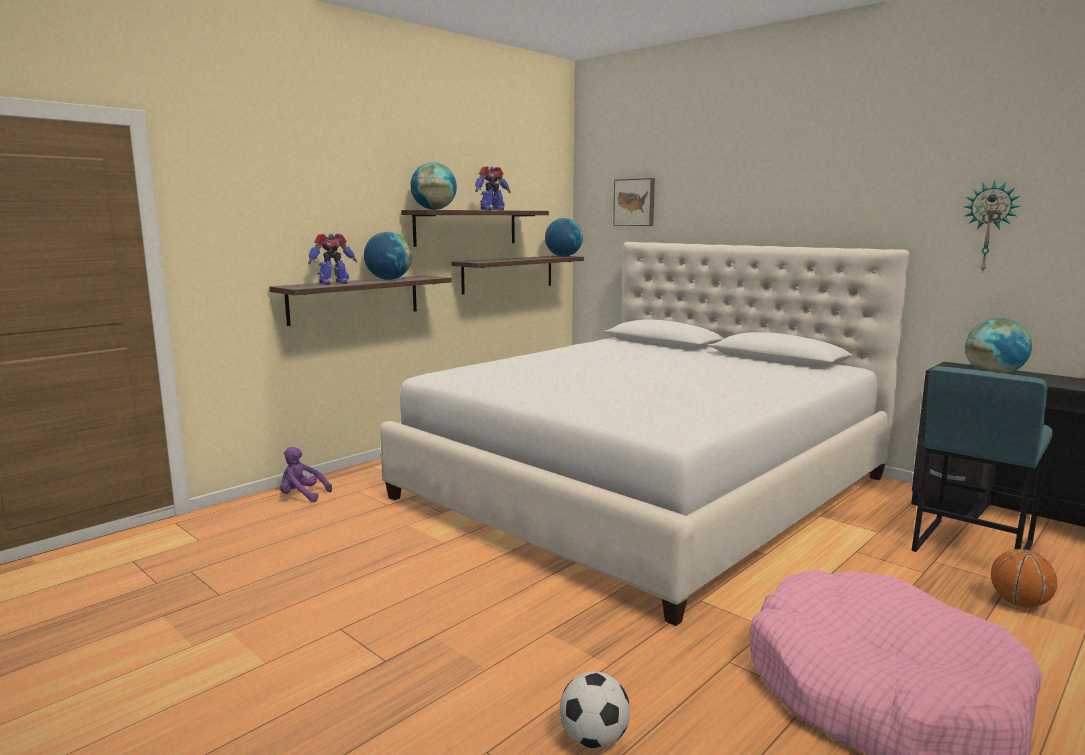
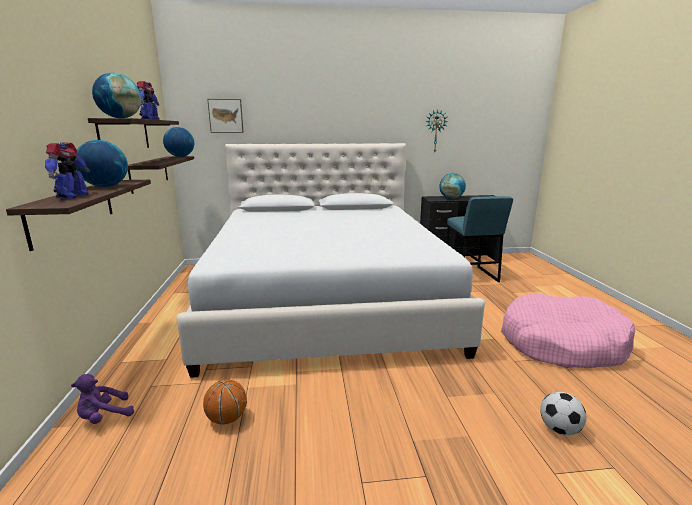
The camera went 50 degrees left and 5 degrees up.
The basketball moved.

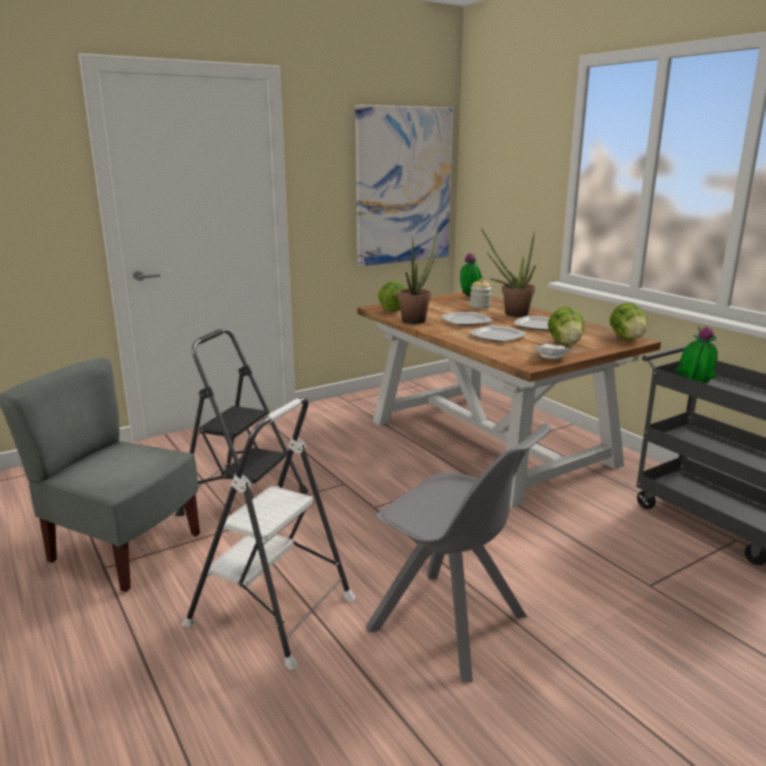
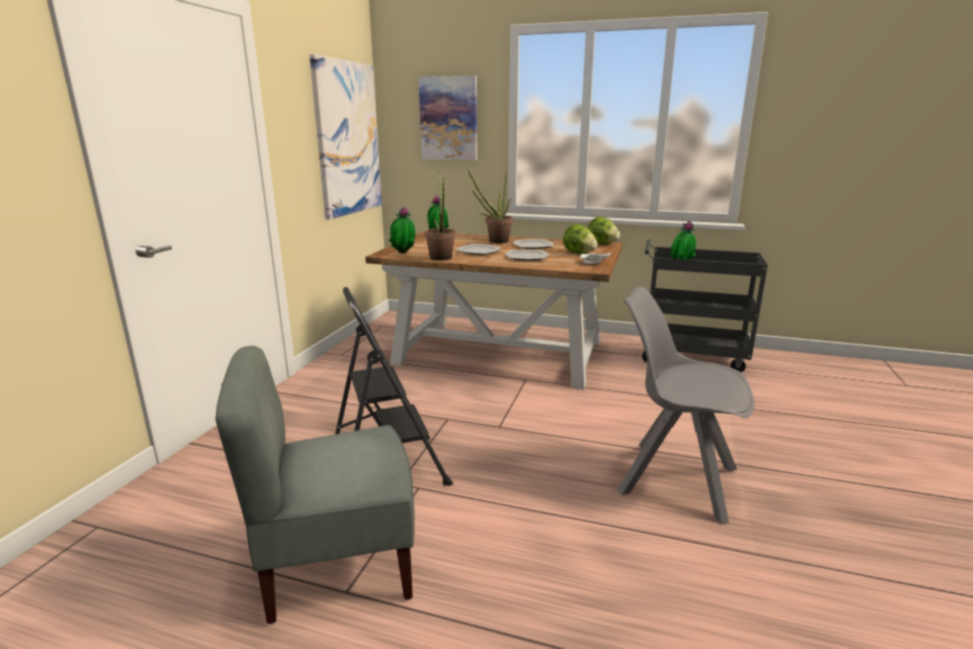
The camera went 40 degrees left and 0 degrees up.
The lettuce (no. 1 from left) was replaced by the potted plant (no. 1 from left).
The picture (no. 2 from left) appeared.
The chair/grey (no. 2 from left) turned 150 degrees counterclockwise.
The step ladder/white disappeared.
The jar disappeared.

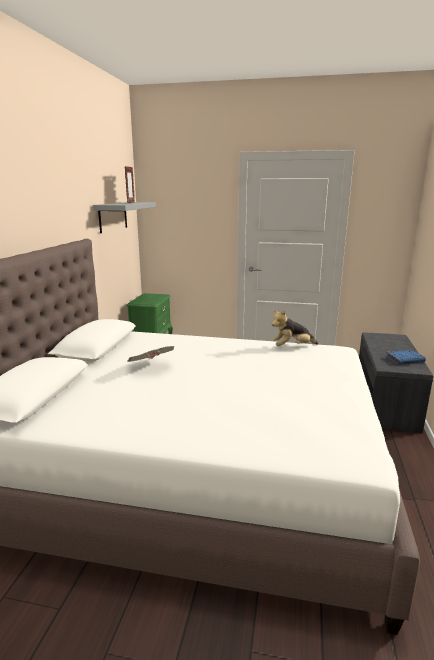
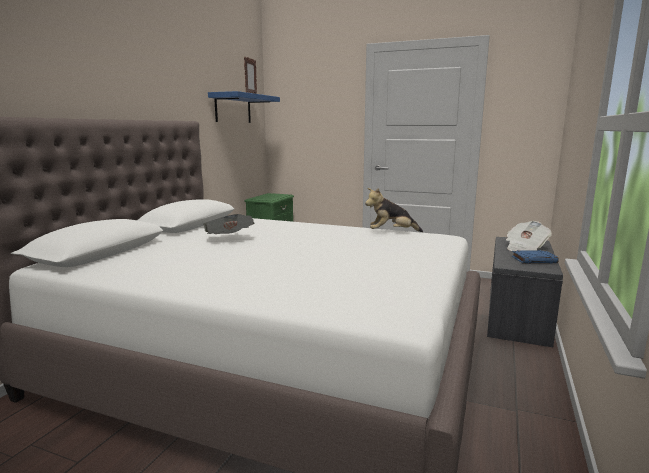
The camera went 10 degrees right and 5 degrees down.
The shelf/grey became the shelf/blue.
The newspaper (no. 2 from left) appeared.

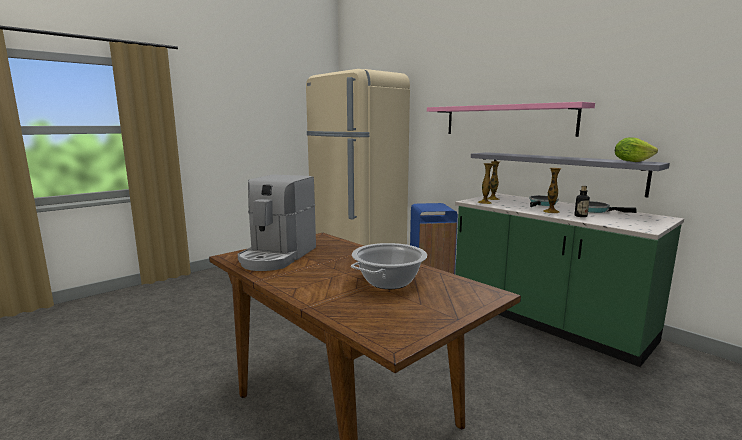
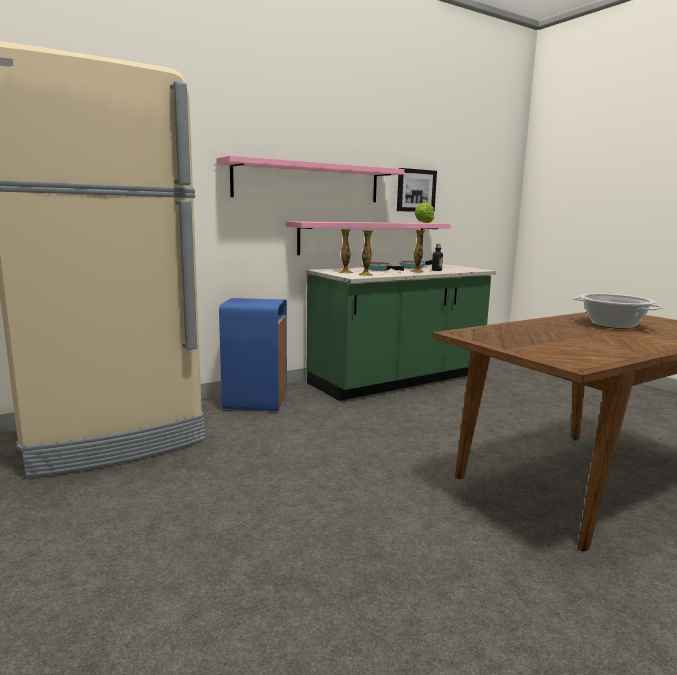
The camera went 80 degrees left and 0 degrees up.
The shelf/grey became the shelf/pink (no. 2 from left).
The picture appeared.
The coffee machine disappeared.

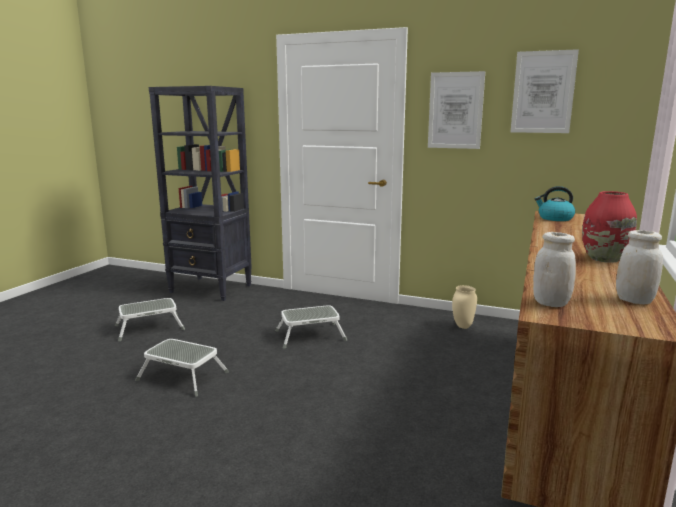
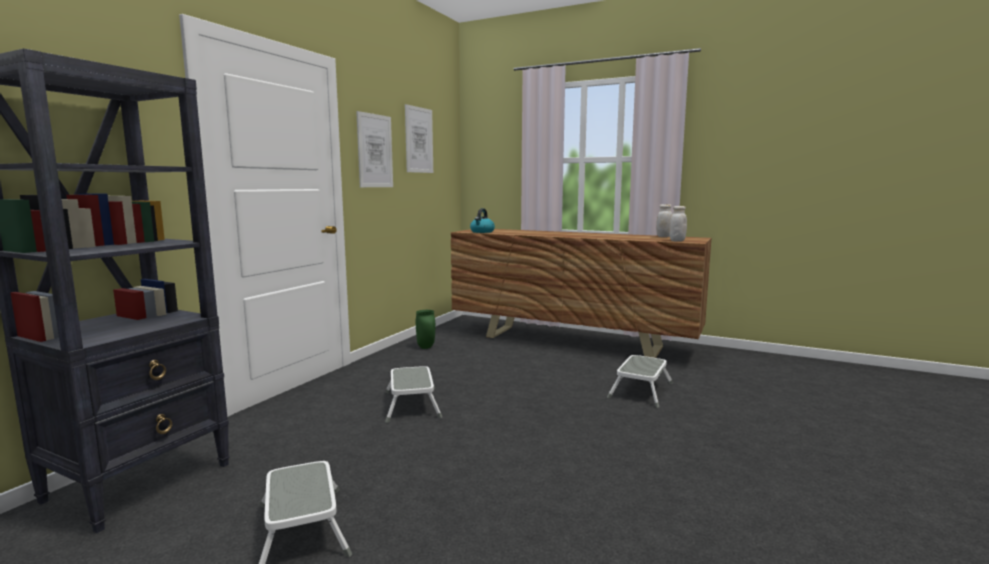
The camera went 85 degrees left and 5 degrees down.
The vase/beige became the vase/green.
The step ladder/grey (no. 2 from left in the first image) moved.
The vase/red disappeared.

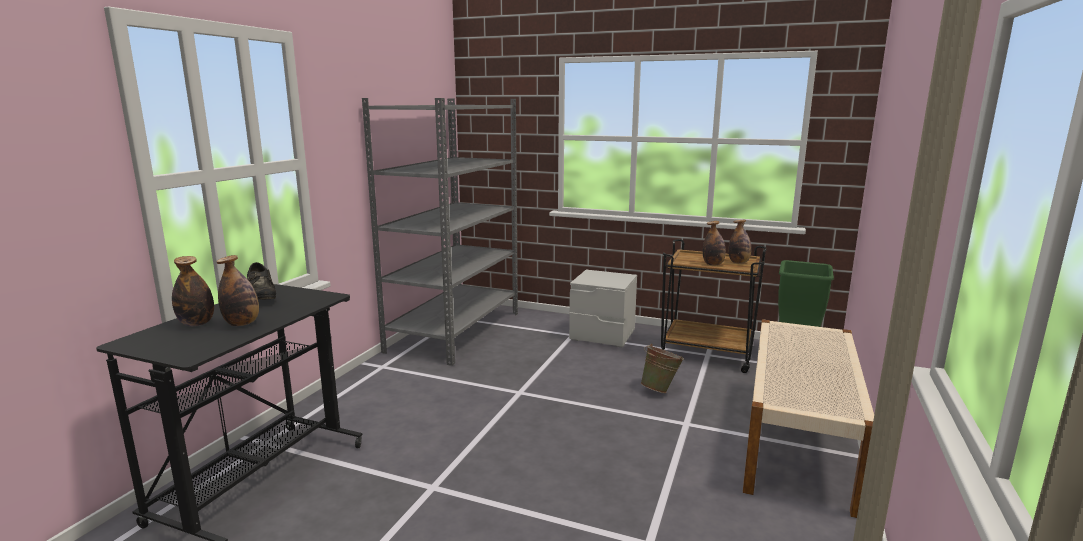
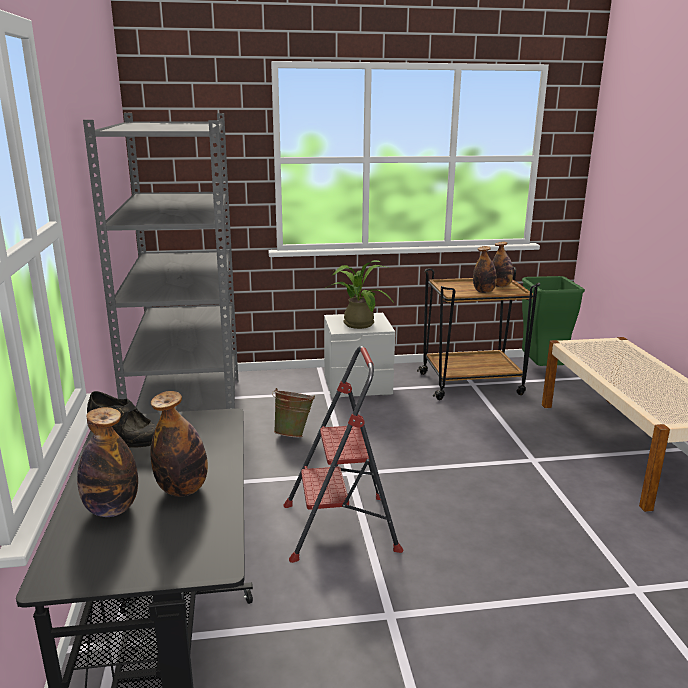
The camera went 30 degrees left and 5 degrees up.
The bucket/green moved.
The step ladder/red appeared.
The potted plant appeared.

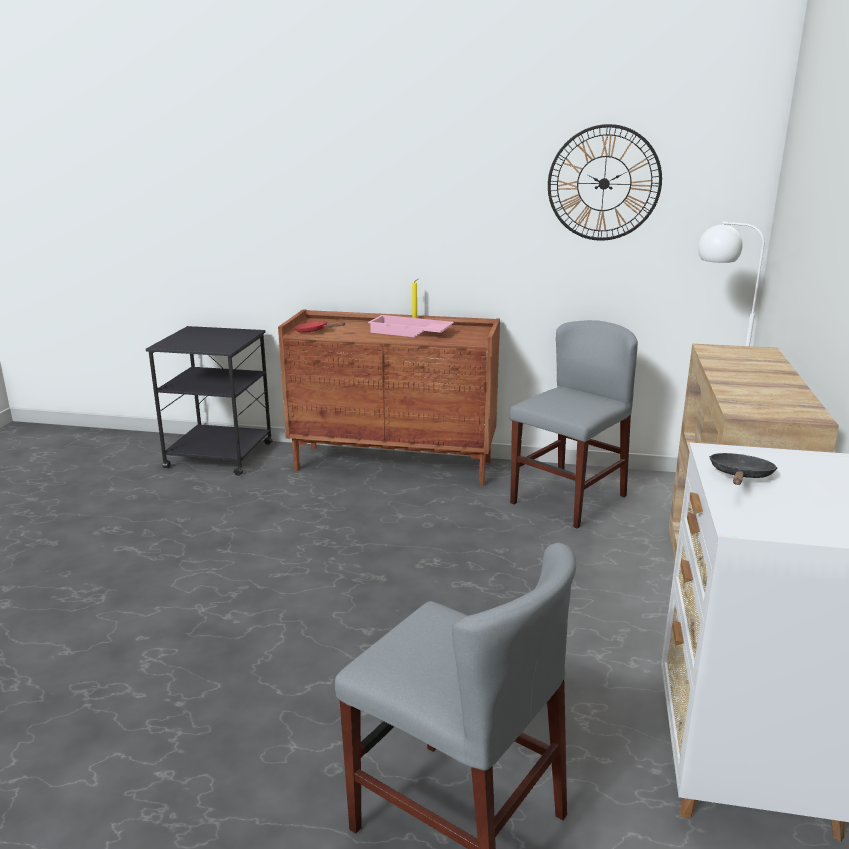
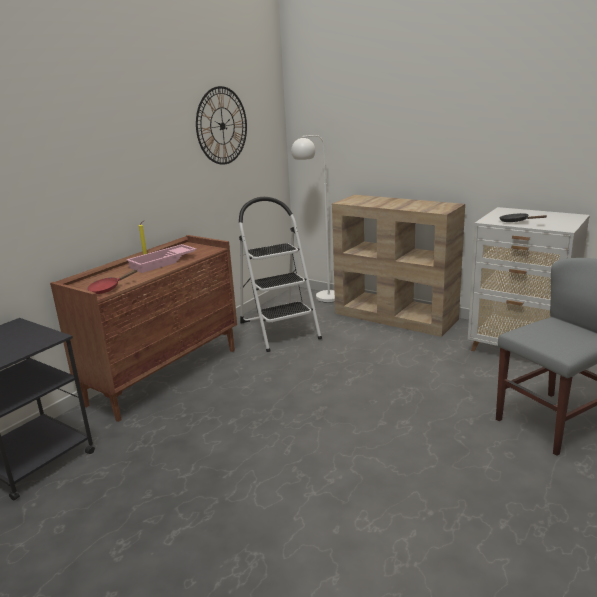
The camera went 65 degrees left and 0 degrees up.
The chair/grey (no. 2 from left) was replaced by the step ladder.

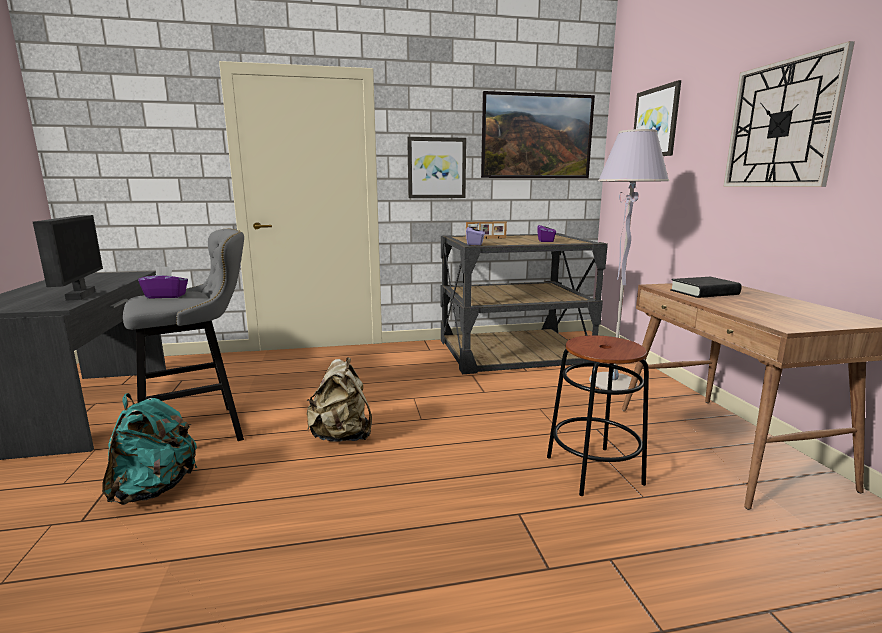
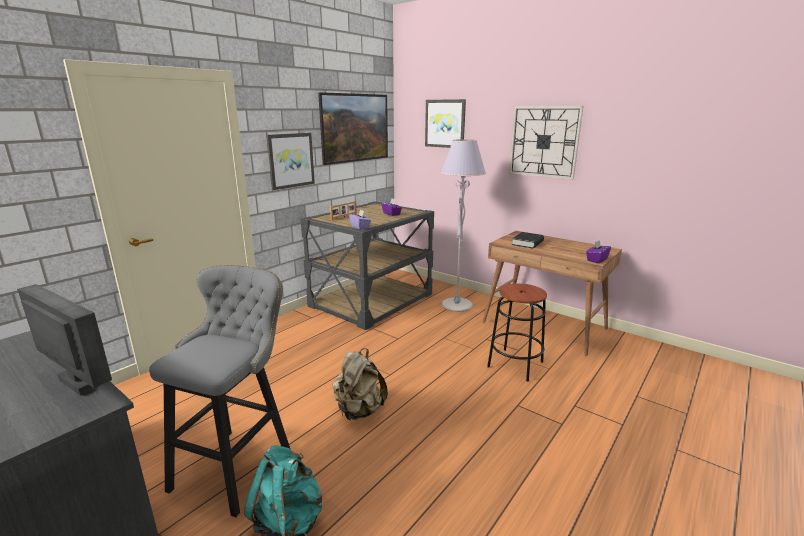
The camera went 40 degrees left and 5 degrees up.
The tissue box/purple (no. 1 from left in the first image) moved.

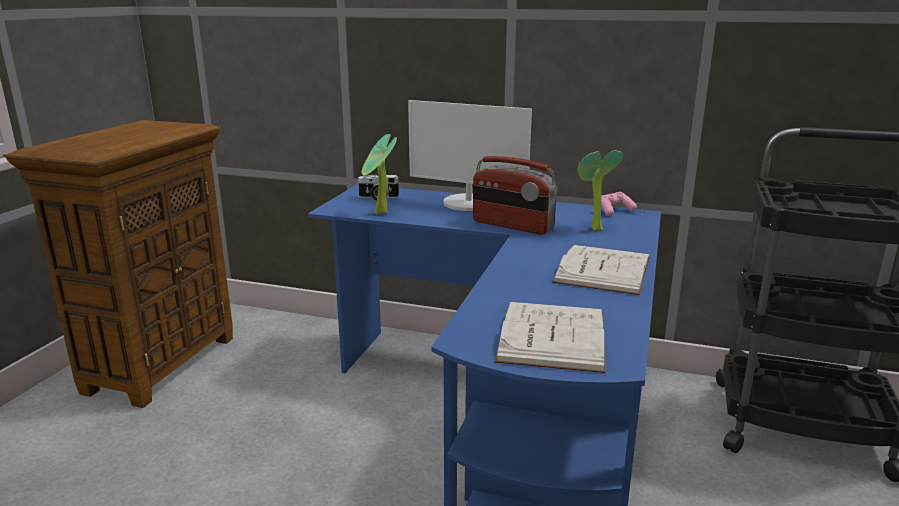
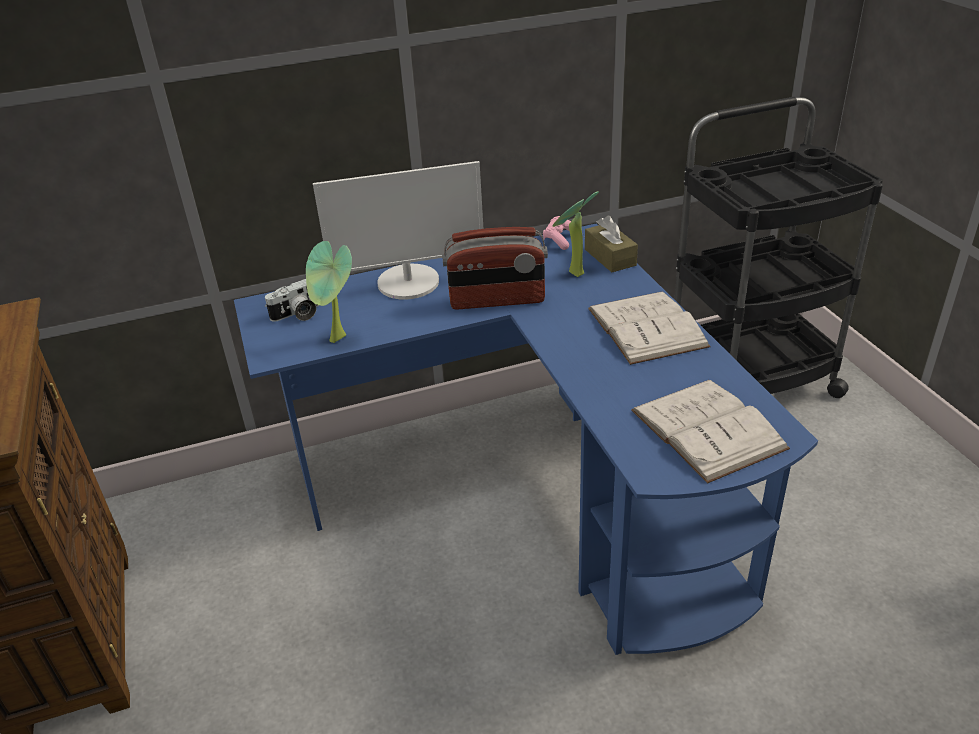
The camera went 35 degrees left and 15 degrees up.
The tissue box/brown appeared.

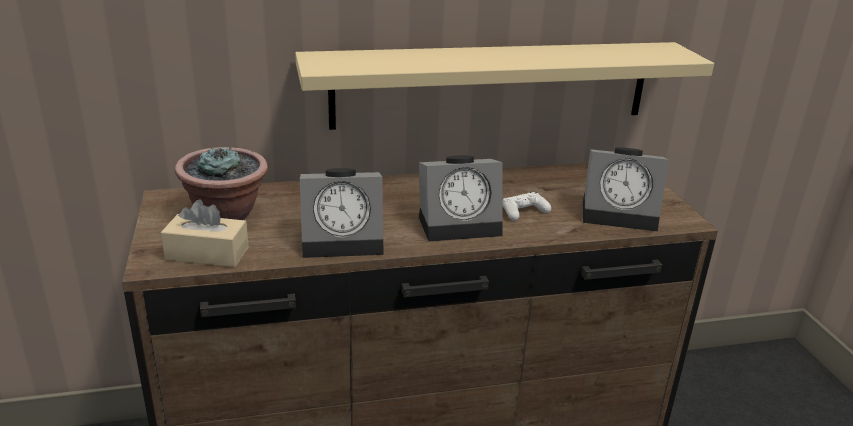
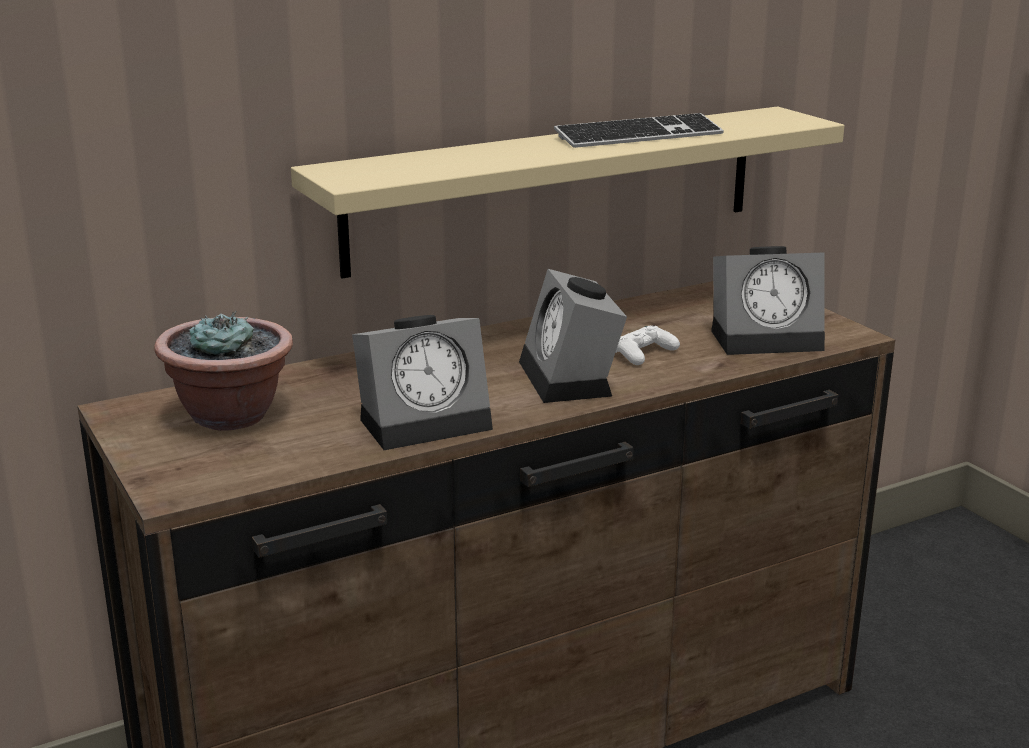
The camera went 15 degrees left and 5 degrees down.
The alarm clock (no. 2 from left) turned 105 degrees clockwise.
The keyboard appeared.
The tissue box/beige disappeared.

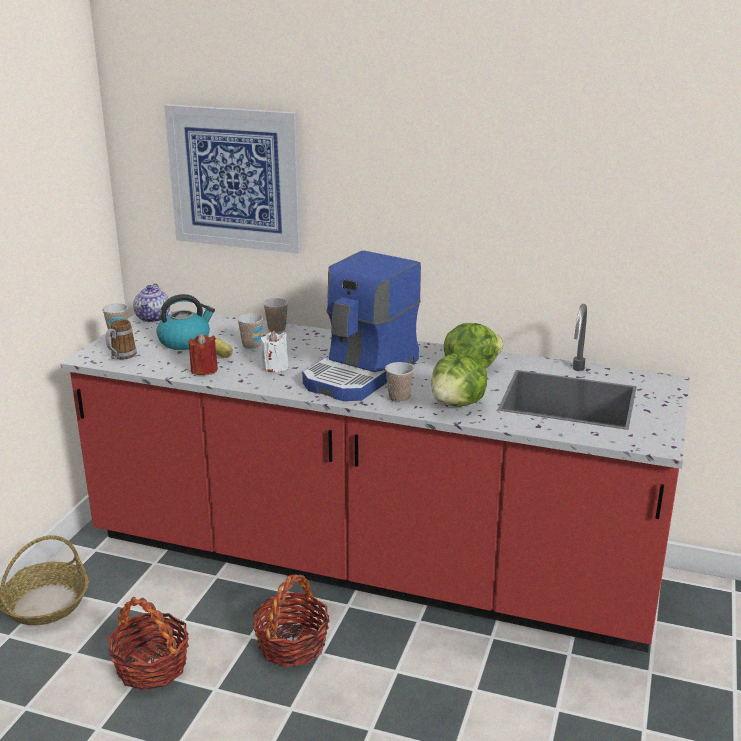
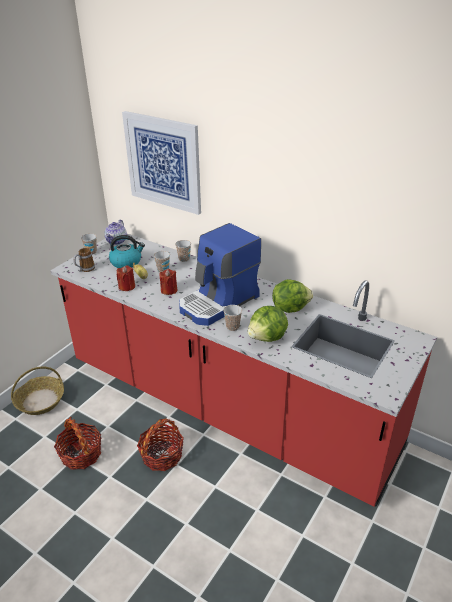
The camera went 15 degrees right and 10 degrees up.
The candle/white became the candle/red (no. 2 from left).

